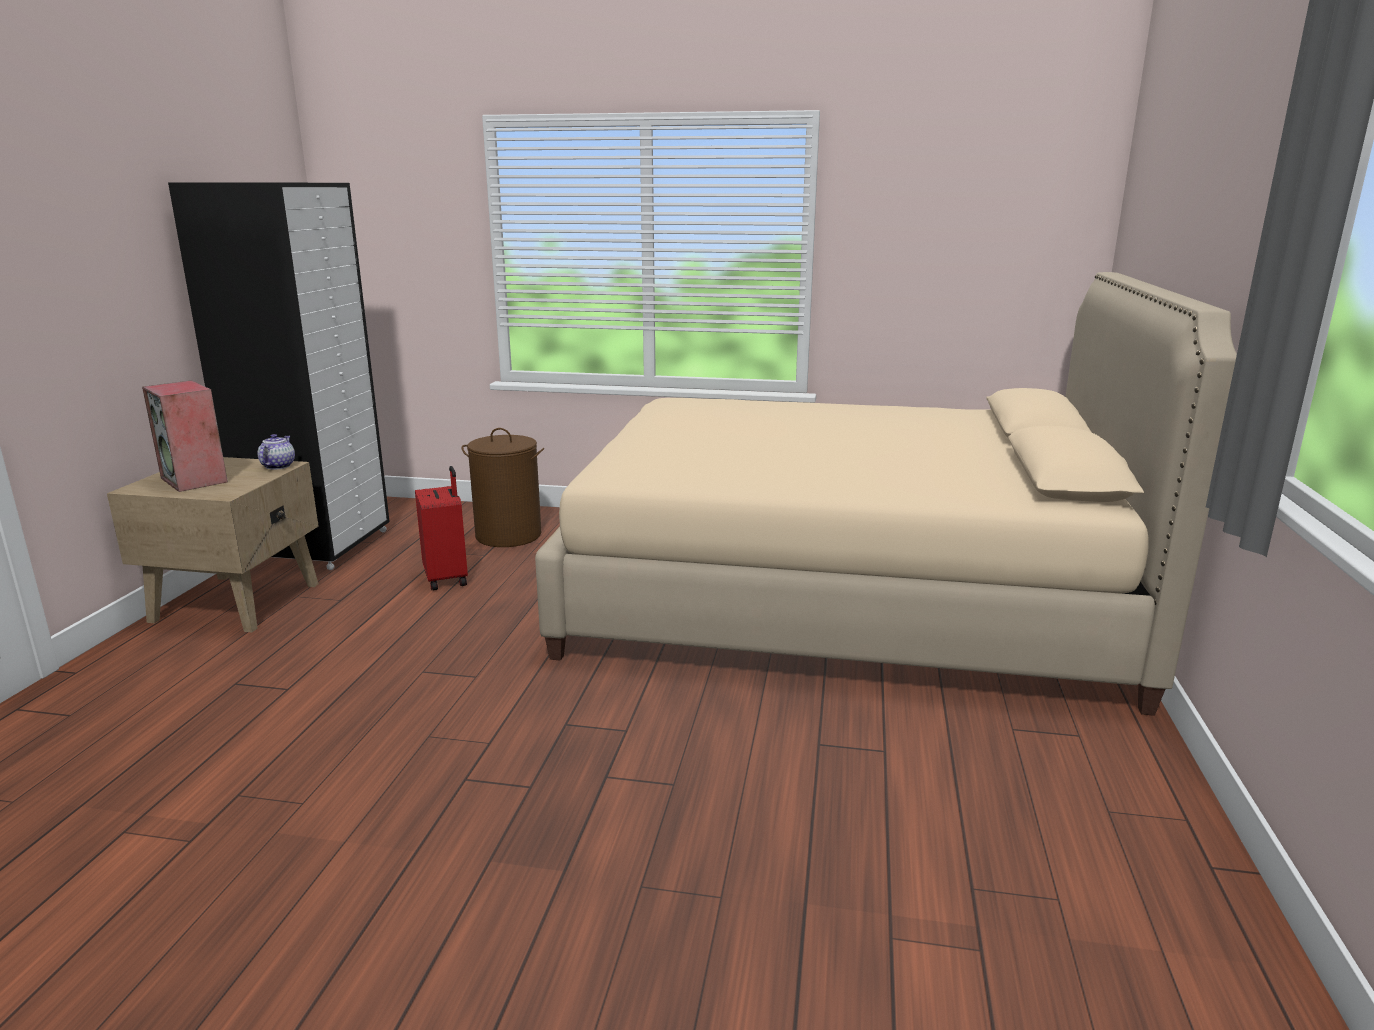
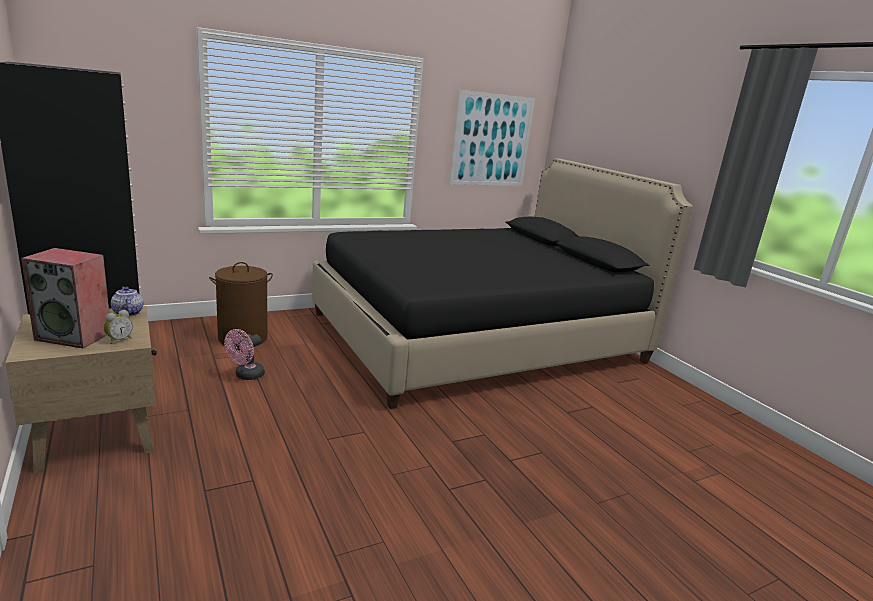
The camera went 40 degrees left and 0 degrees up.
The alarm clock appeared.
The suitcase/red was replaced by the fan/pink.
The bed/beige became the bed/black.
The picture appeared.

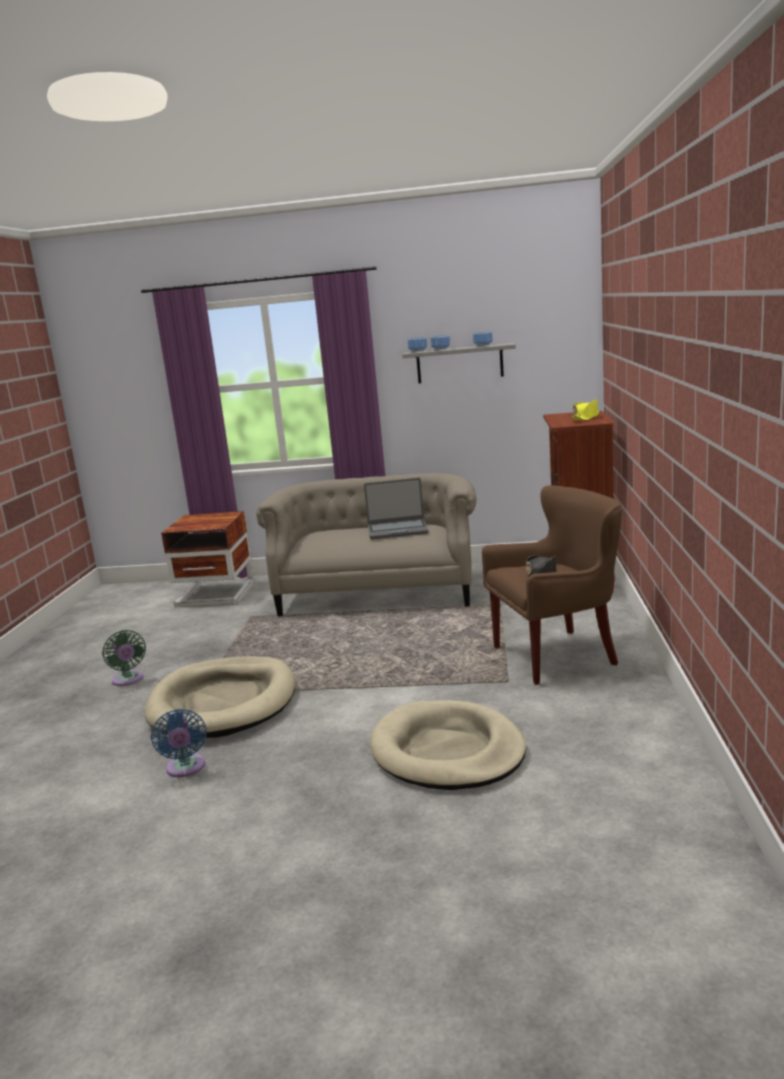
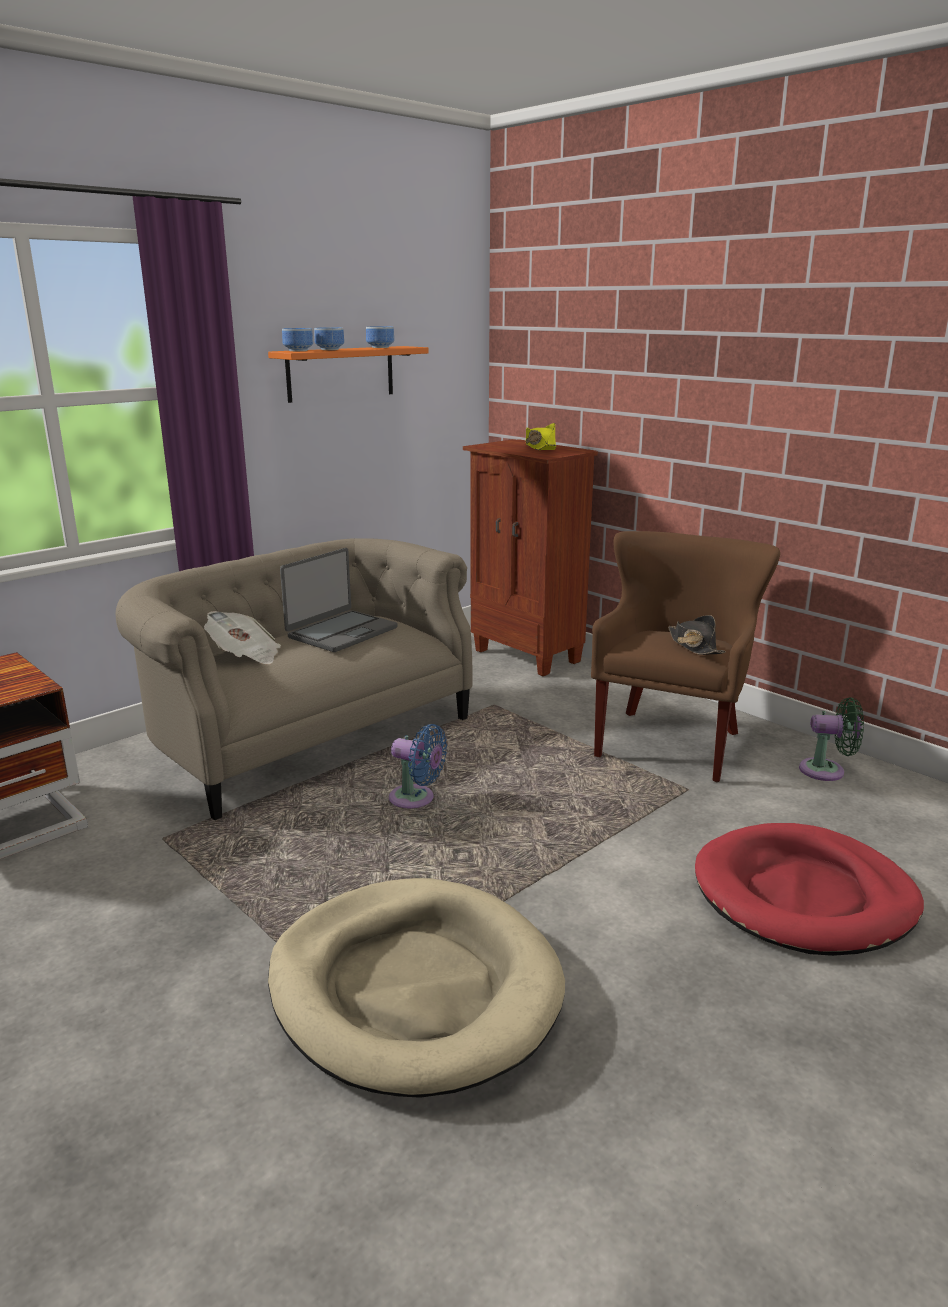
The camera went 50 degrees left and 5 degrees up.
The newspaper appeared.
The shelf/grey became the shelf/orange.
The fan/blue moved.
The dog bed/beige (no. 2 from left) became the dog bed/red.
The fan/green moved.

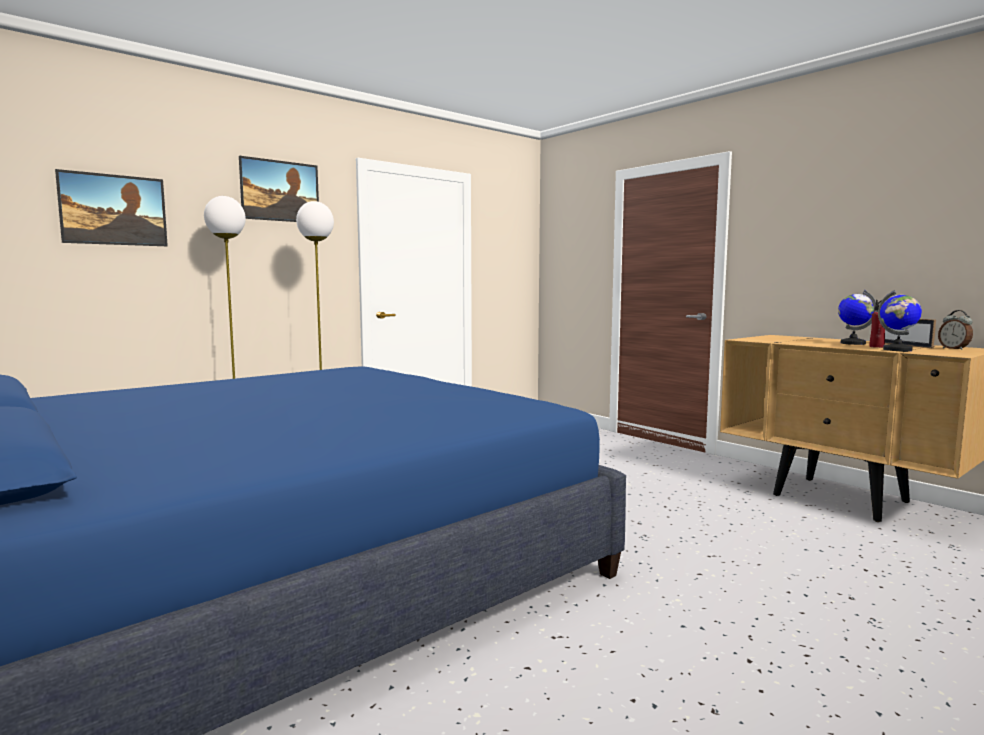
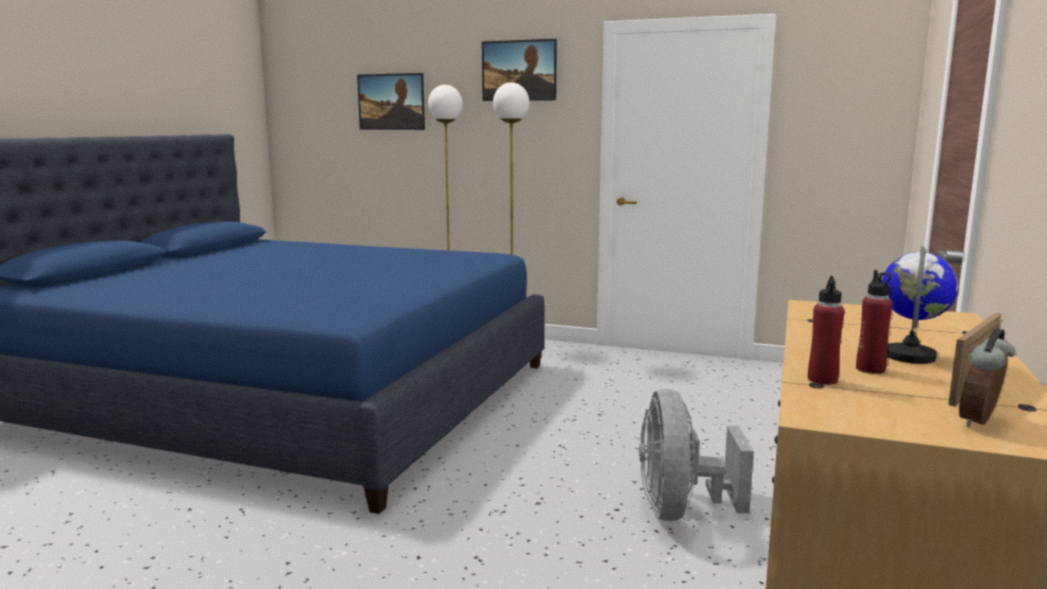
The camera went 60 degrees right and 5 degrees up.
The fan/grey appeared.
The globe (no. 2 from left) was replaced by the bottle/red (no. 1 from left).

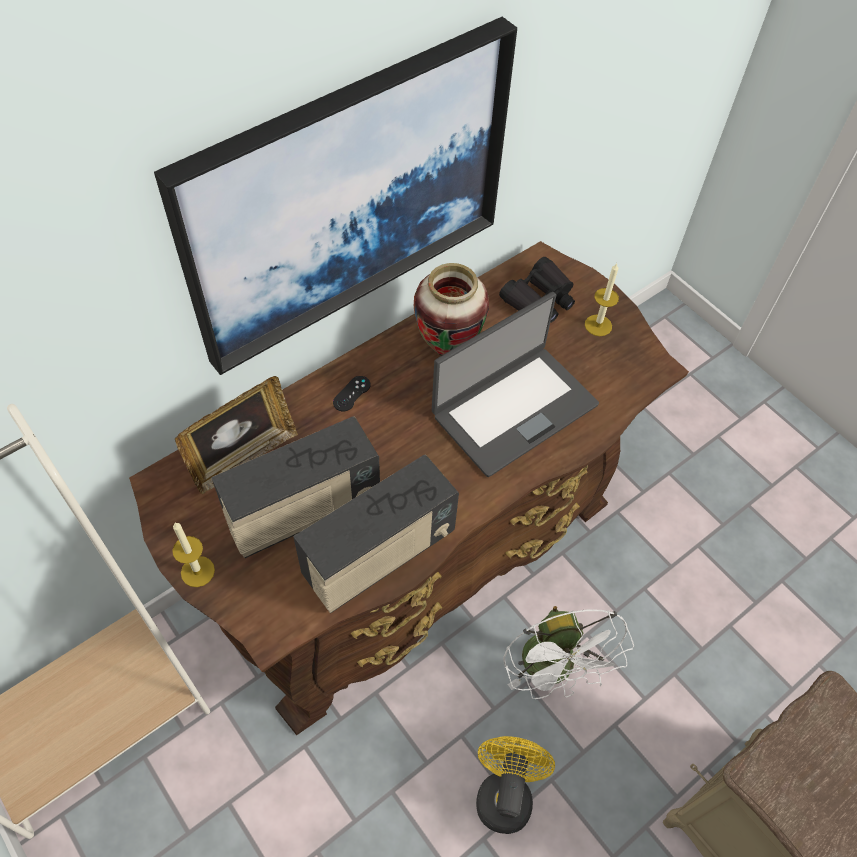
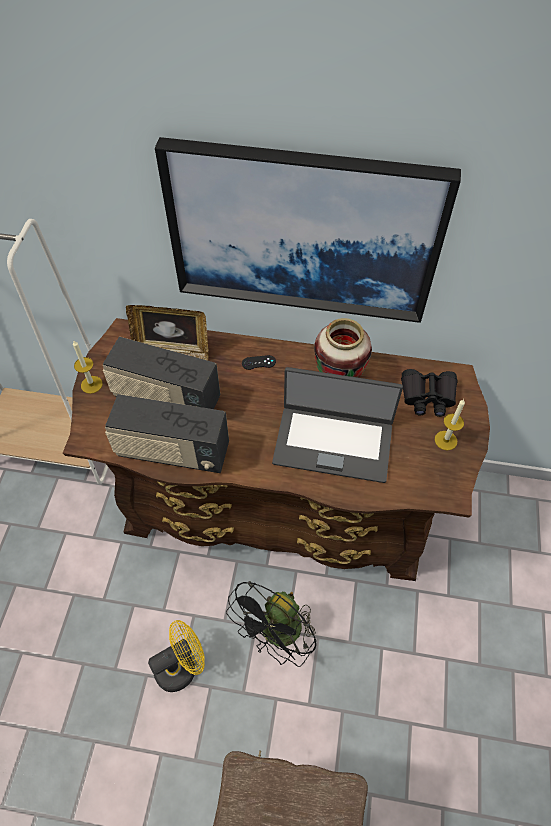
The camera went 50 degrees right and 0 degrees up.
The fan/white became the fan/black.

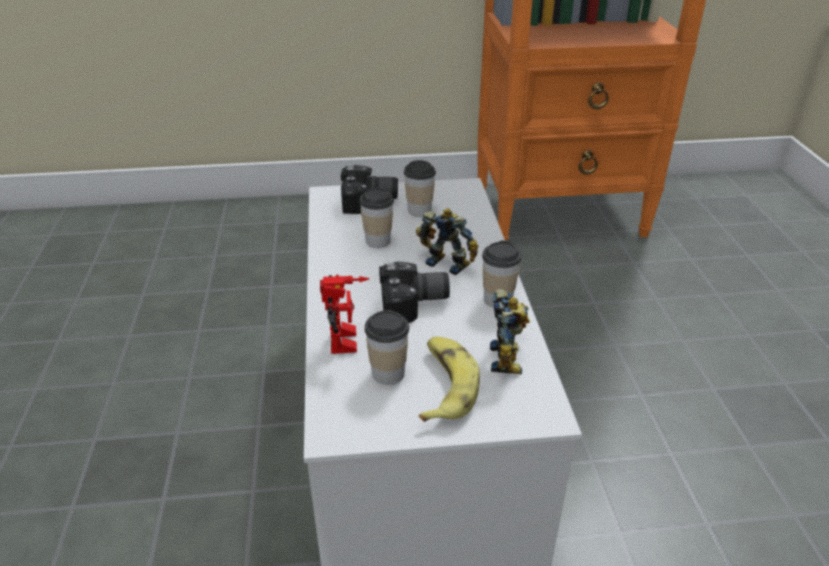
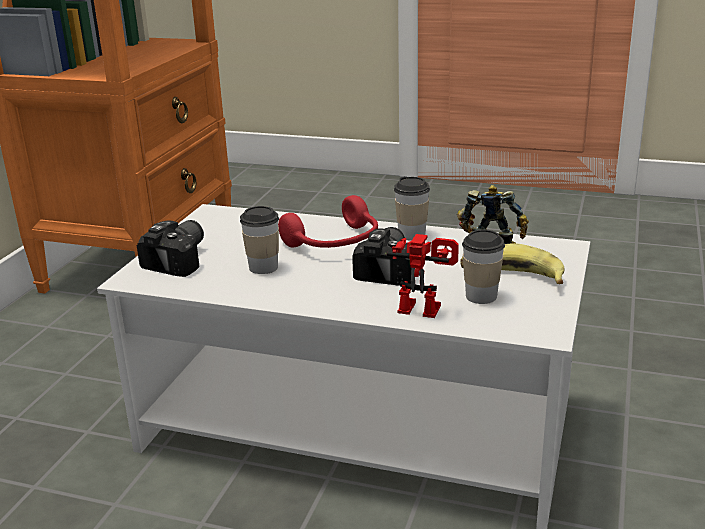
The camera went 65 degrees left and 10 degrees down.
The toy robot (no. 2 from left) was replaced by the headphones/red.
The cup (no. 3 from left) disappeared.

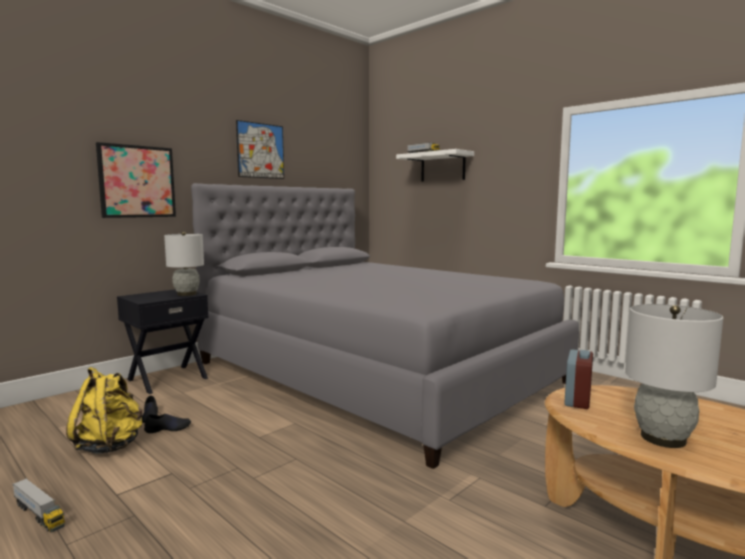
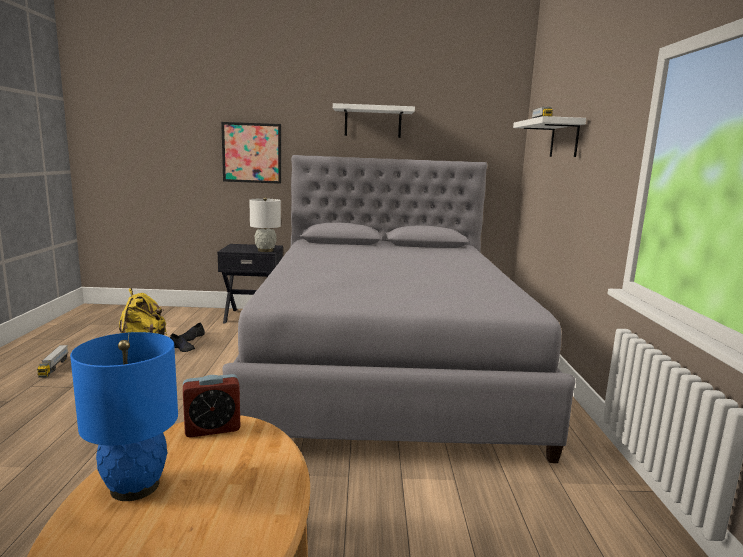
The camera went 45 degrees right and 5 degrees up.
The table lamp/white (no. 2 from left) became the table lamp/blue.
The picture (no. 2 from left) was replaced by the shelf/white (no. 1 from left).

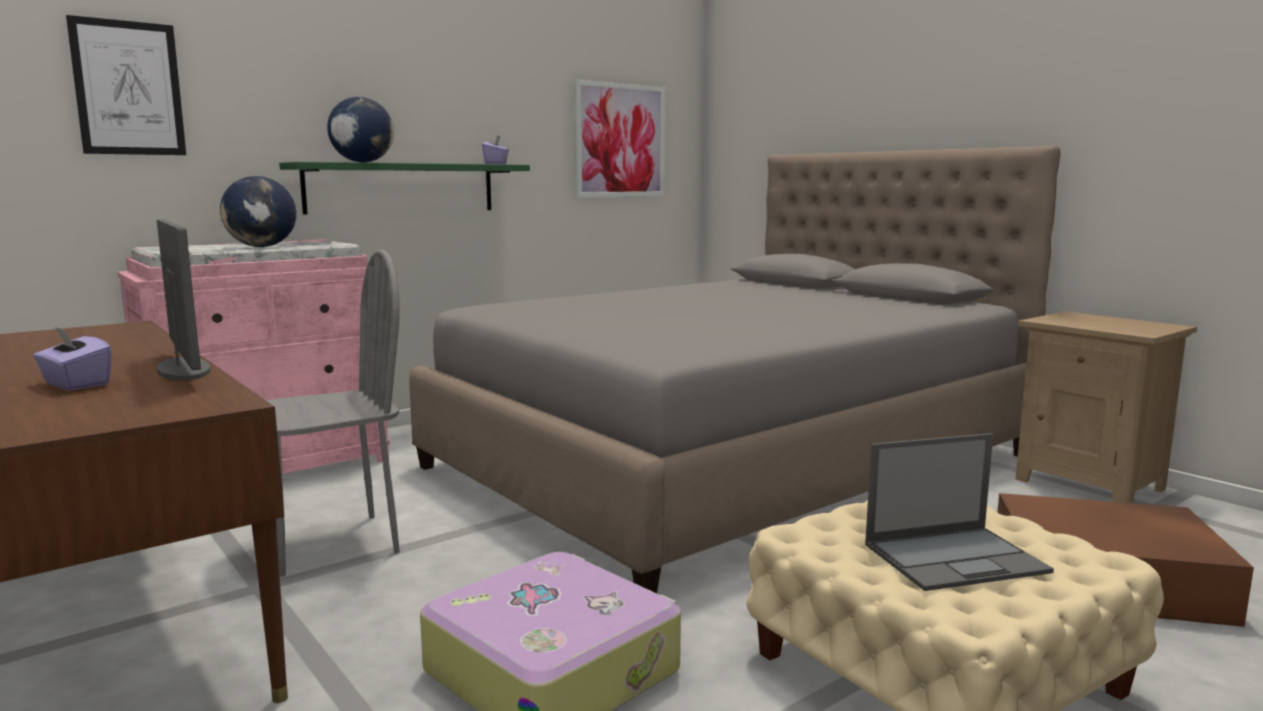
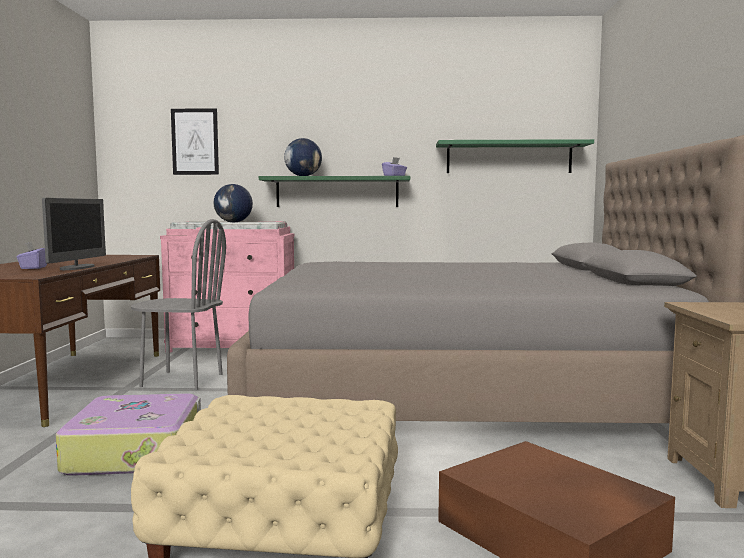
The camera went 40 degrees right and 5 degrees down.
The picture (no. 2 from left) was replaced by the shelf/green (no. 2 from left).
The laptop disappeared.

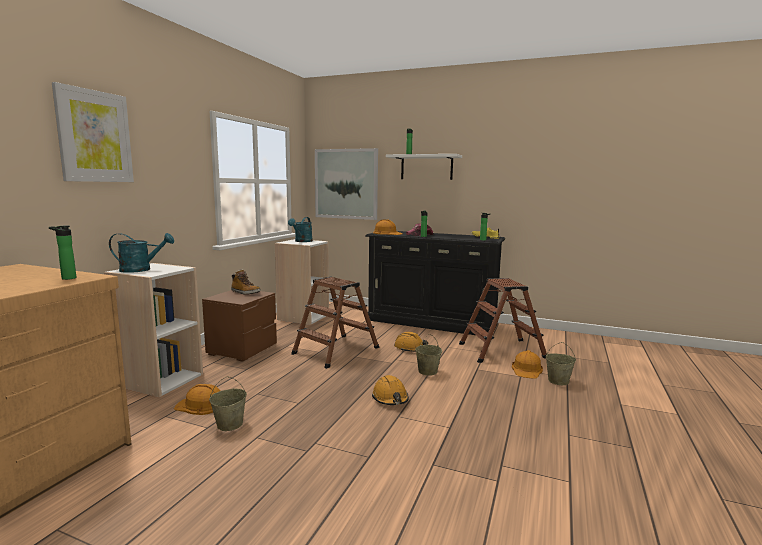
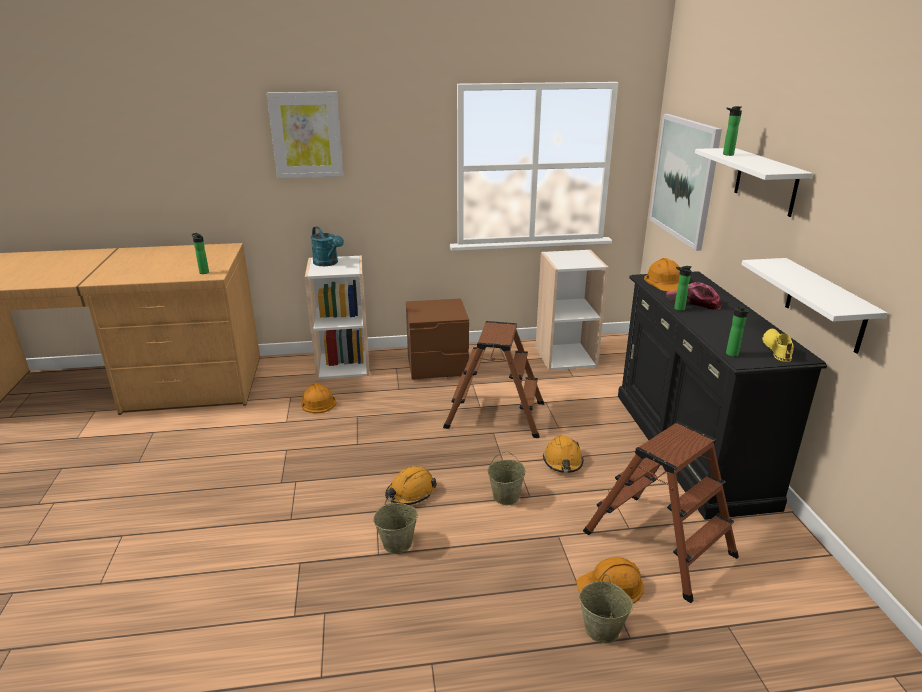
The camera went 60 degrees right and 15 degrees up.
The bucket/beige (no. 1 from left) moved.
The shelf/white (no. 2 from left) appeared.
The boot disappeared.
The watering can/turquoise (no. 2 from left) disappeared.

